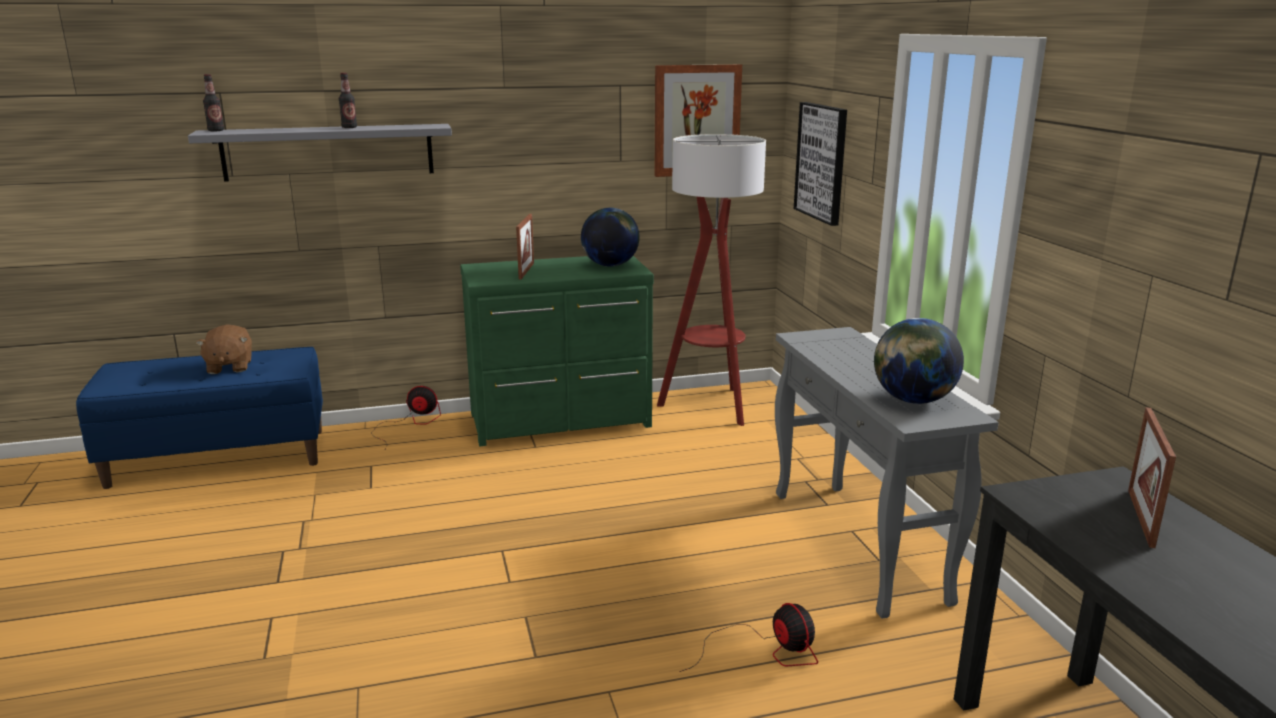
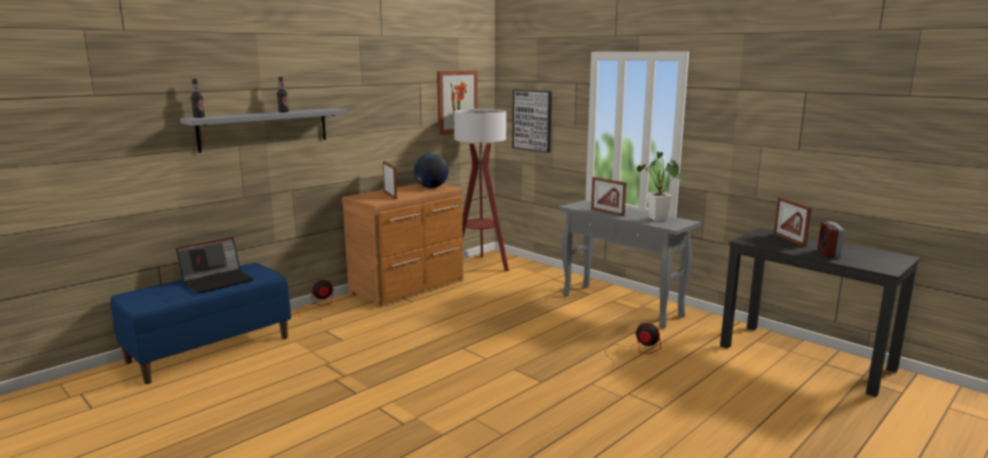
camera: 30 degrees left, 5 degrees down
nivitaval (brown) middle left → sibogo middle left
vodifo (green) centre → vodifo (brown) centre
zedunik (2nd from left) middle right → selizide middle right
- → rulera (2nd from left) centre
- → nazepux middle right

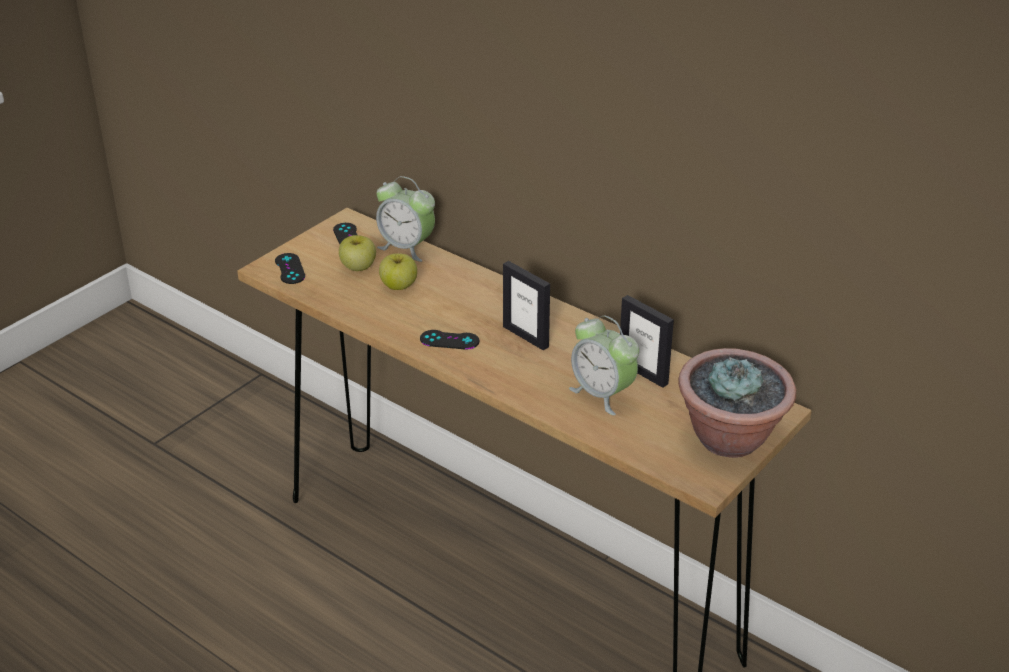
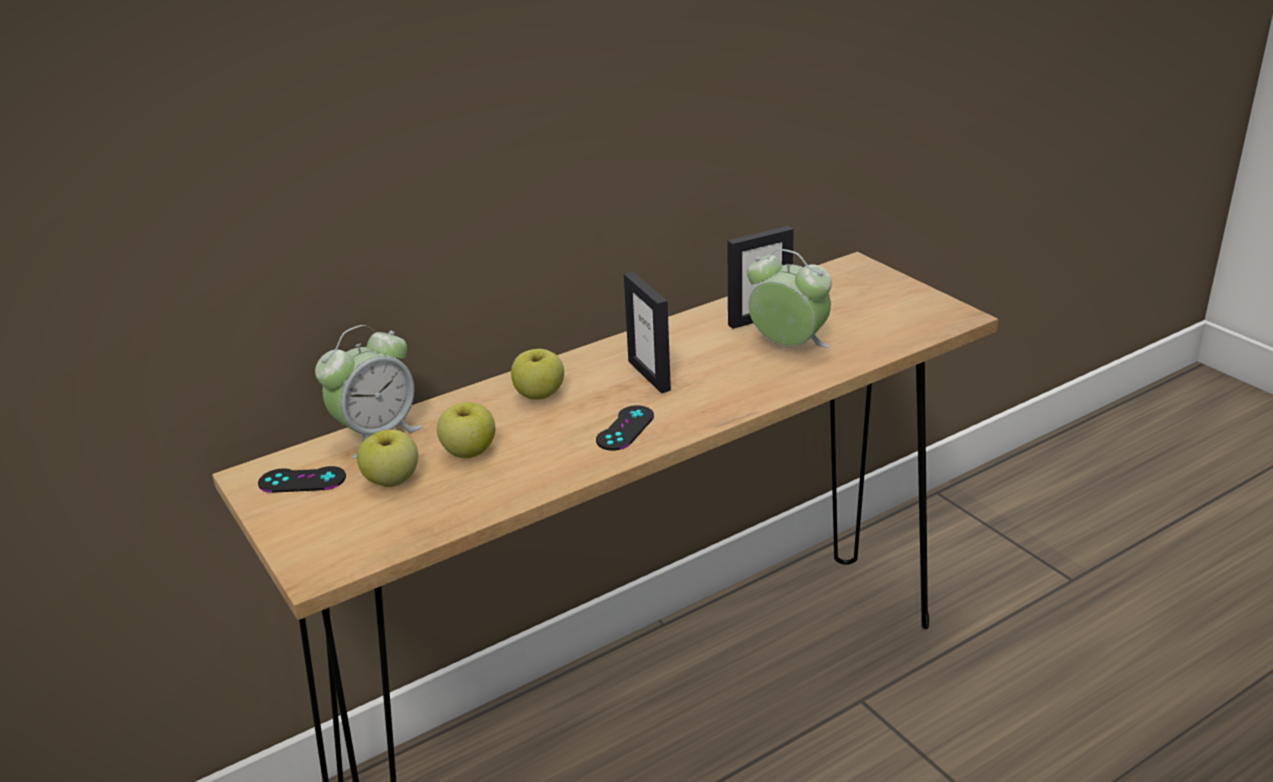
camera: 70 degrees left, 5 degrees down
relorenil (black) (1st from left) middle left → -
rulera (1st from left) centre, 90 degrees clockwise
nazepux (2nd from left) centre, 120 degrees counterclockwise
selizide middle right → -
- → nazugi (3rd from left) centre

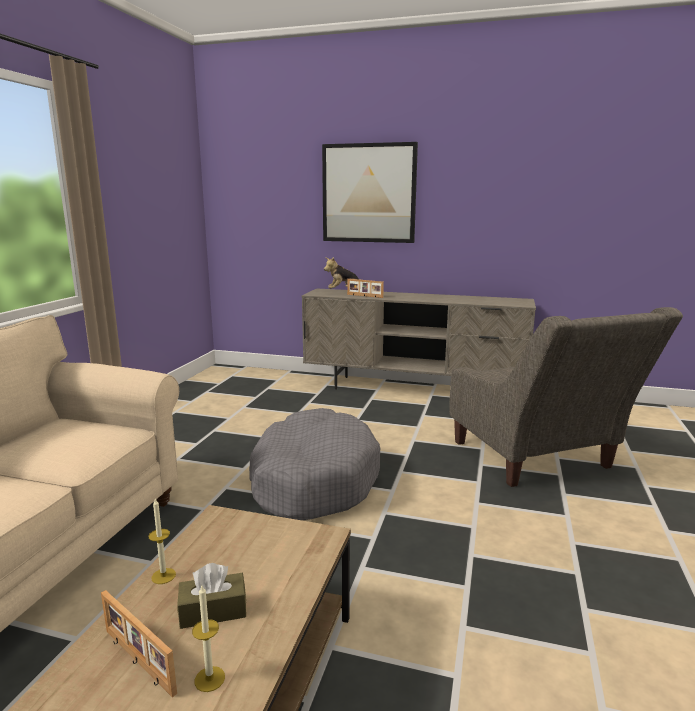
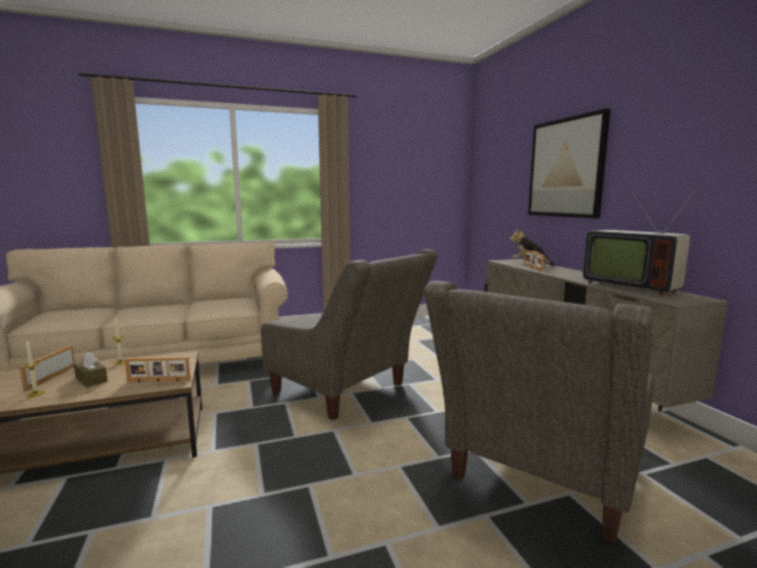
camera: 55 degrees right, 5 degrees down
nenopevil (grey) centre → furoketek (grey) (1st from left) centre
- → rulera (2nd from left) middle left
- → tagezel middle right

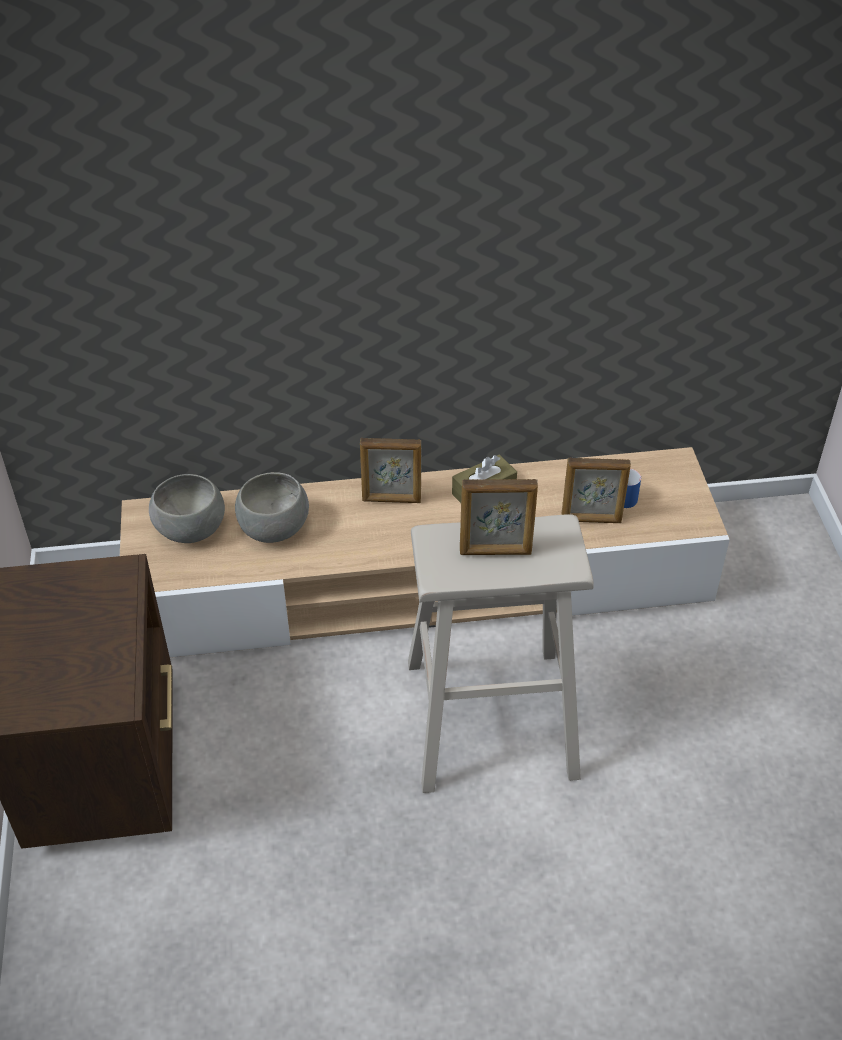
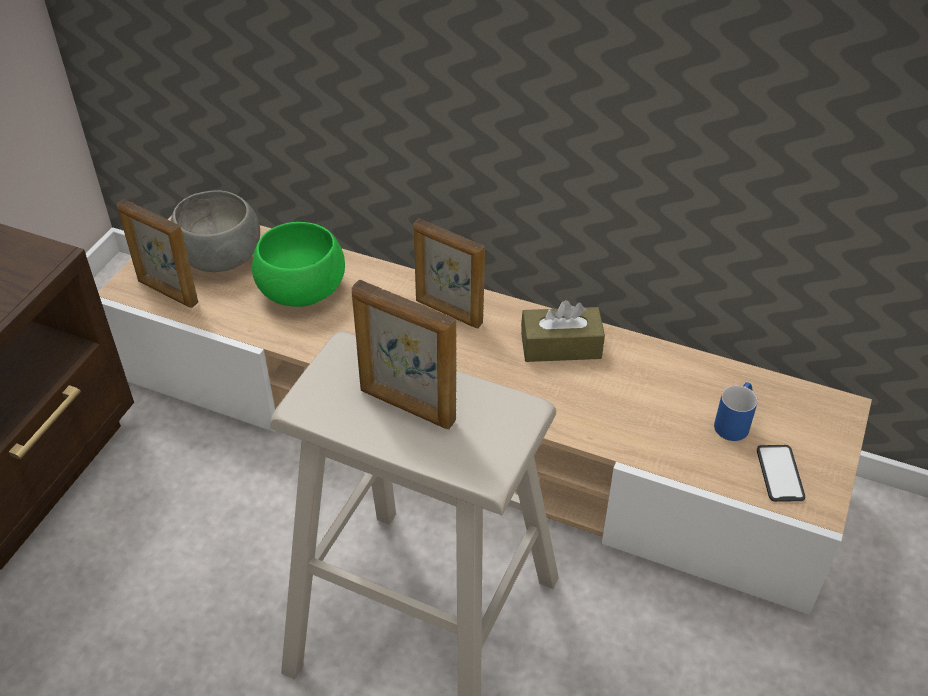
camera: 30 degrees right, 0 degrees up
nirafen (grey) (2nd from left) middle left → nirafen (green) middle left
rulera (3rd from left in the first image) middle right → rulera (1st from left) middle left, moved
- → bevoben bottom right

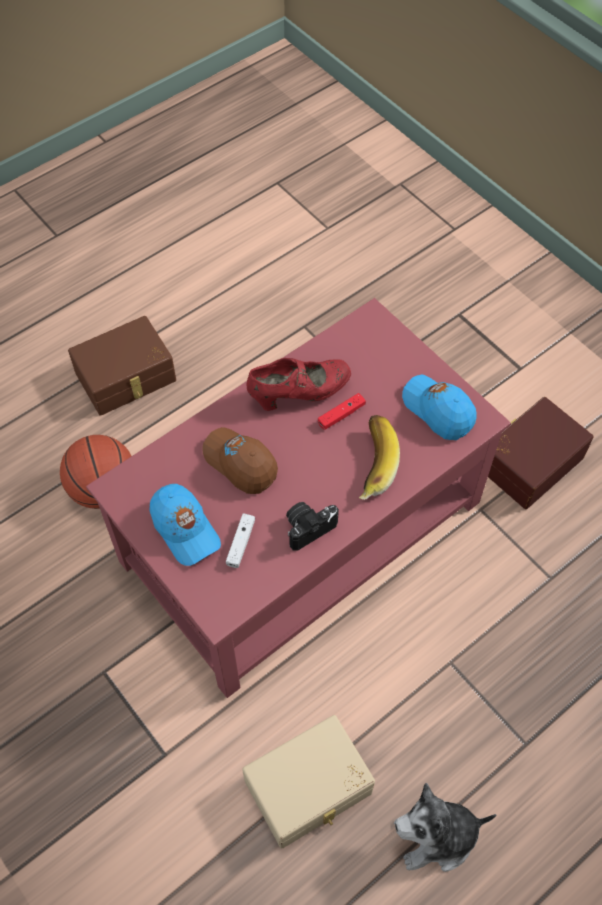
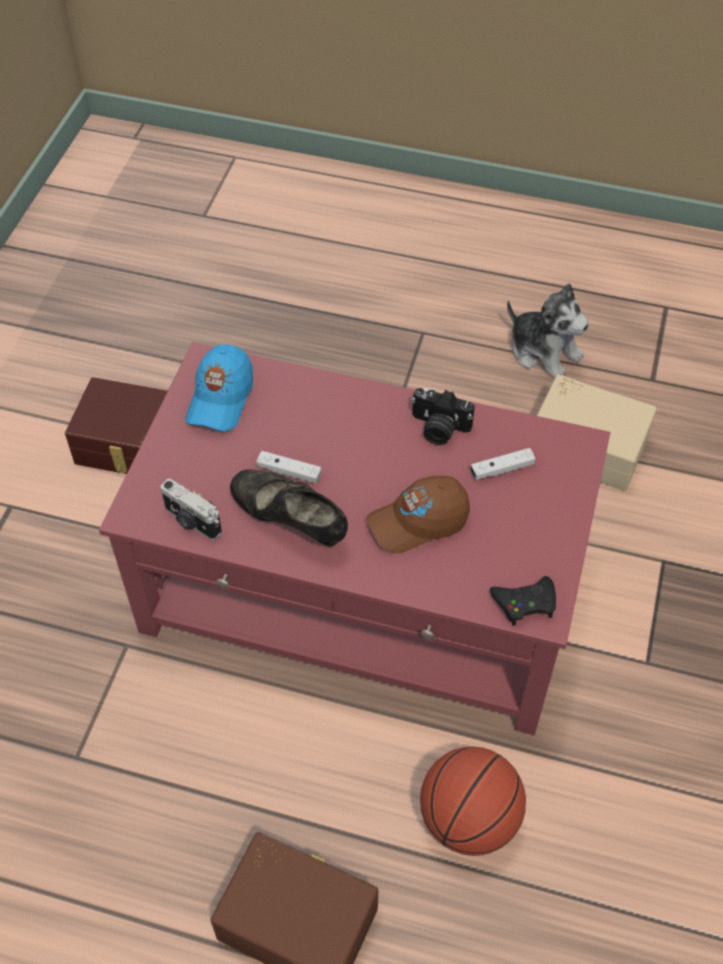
camera: 125 degrees left, 5 degrees down
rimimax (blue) (1st from left) middle left → -
rimimax (brown) centre, 60 degrees clockwise
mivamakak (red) centre → mivamakak (black) centre
relorenil (red) centre → relorenil (white) (1st from left) centre
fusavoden centre → -
- → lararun (1st from left) middle left
- → relorenil (black) middle right

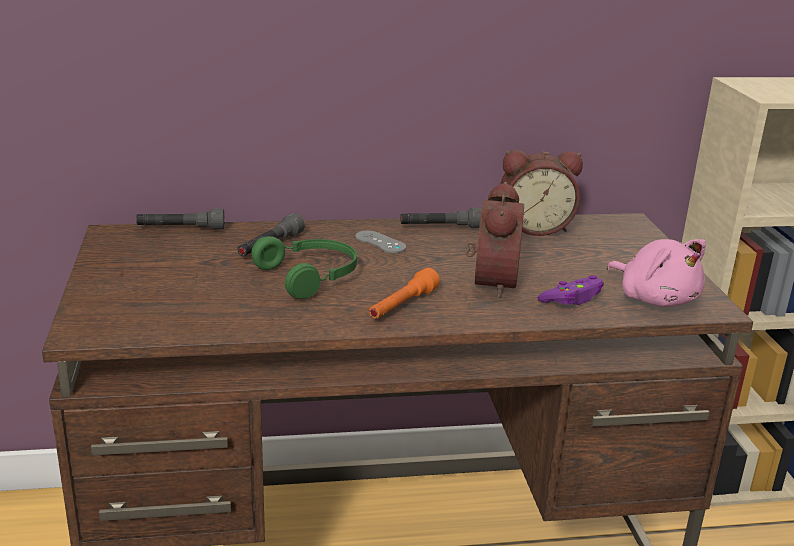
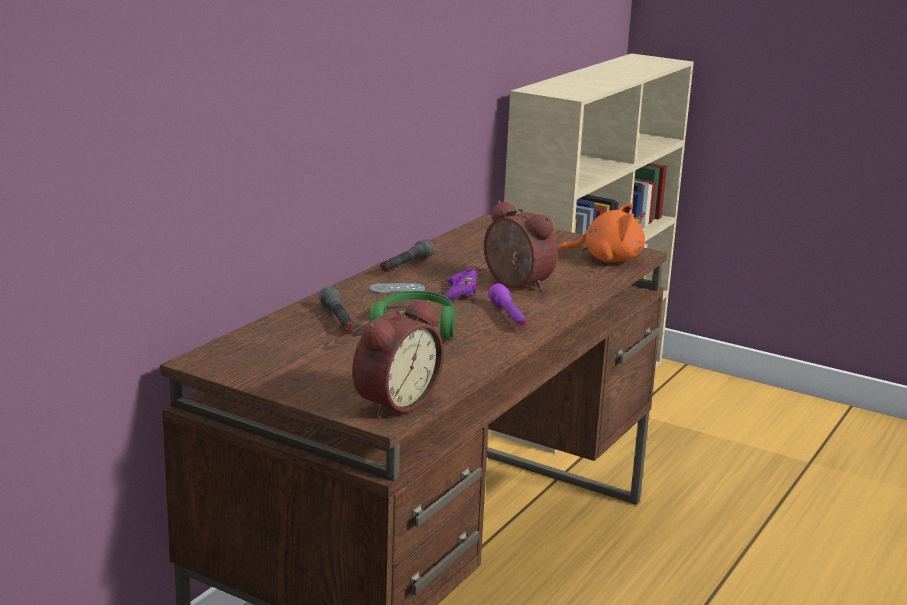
camera: 50 degrees left, 5 degrees down
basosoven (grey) (1st from left) middle left → -
basosoven (orange) centre → basosoven (purple) centre
nazepux (2nd from left in the first image) middle right → nazepux (1st from left) centre, moved
relorenil (purple) middle right → relorenil (purple) centre, moved
nivitaval (pink) middle right → nivitaval (orange) centre

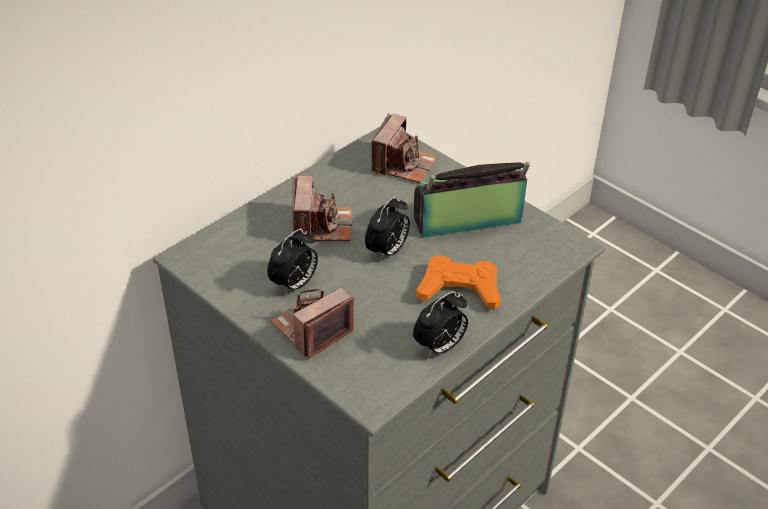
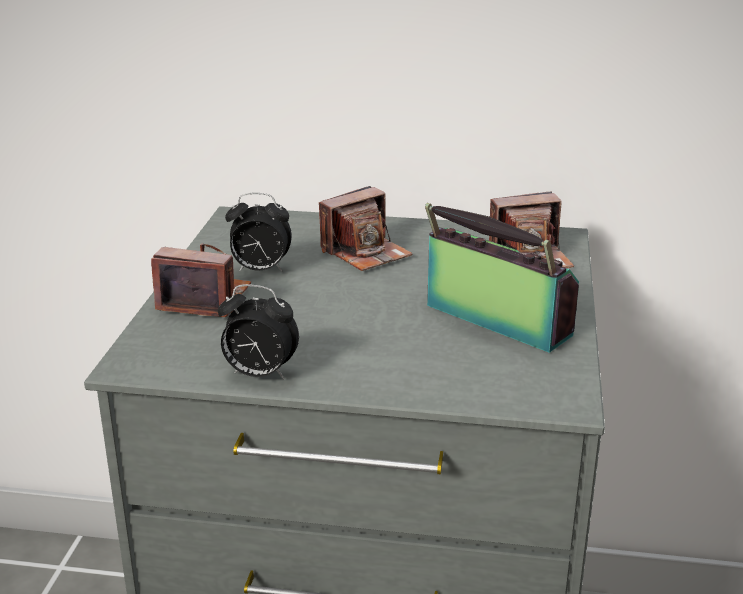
camera: 55 degrees right, 15 degrees down
nazepux (2nd from left) centre → -
relorenil (orange) centre → -

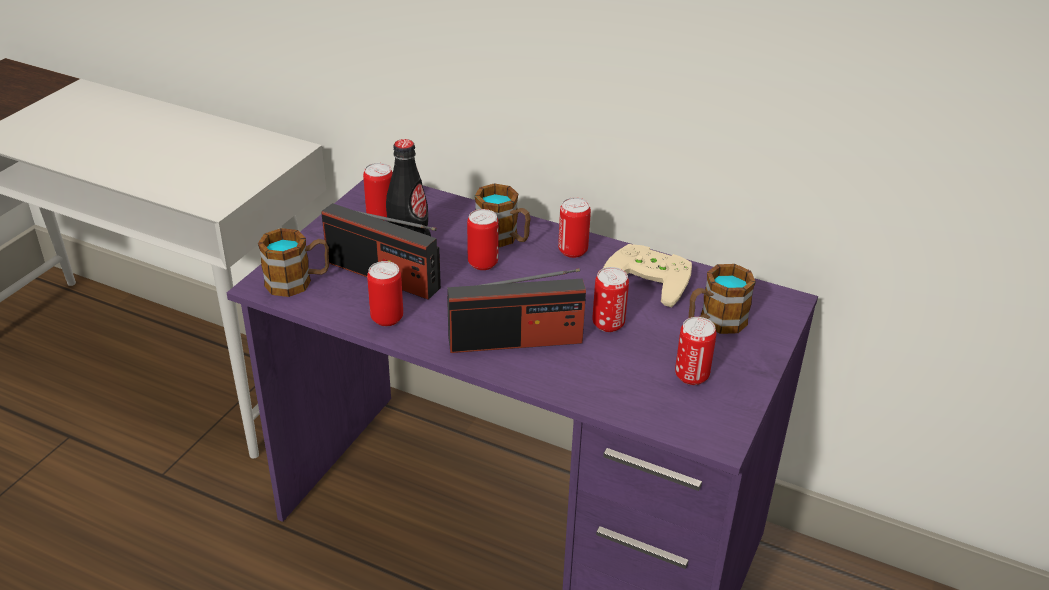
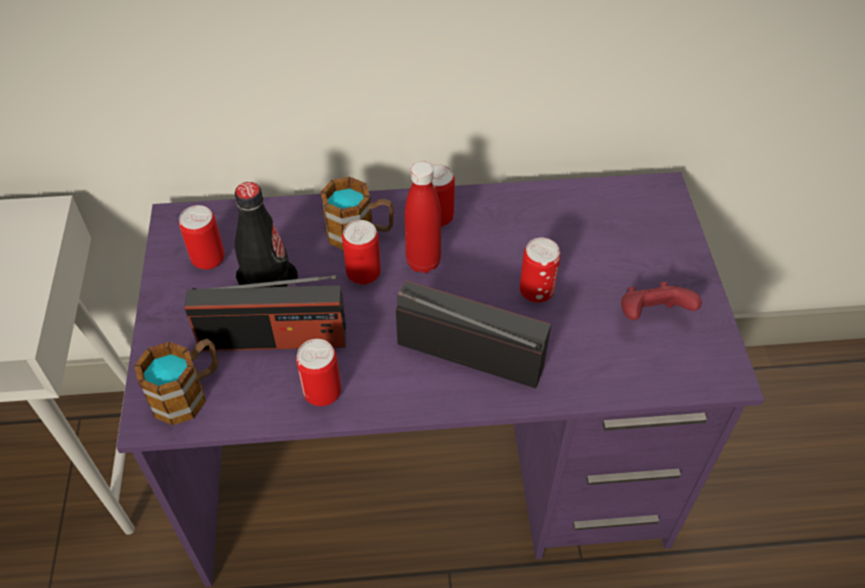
camera: 30 degrees left, 15 degrees up
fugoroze (2nd from left) centre, 120 degrees counterclockwise
relorenil (beige) centre → -
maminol (6th from left) centre → relorenil (red) middle right
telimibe (3rd from left) middle right → -
- → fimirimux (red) centre

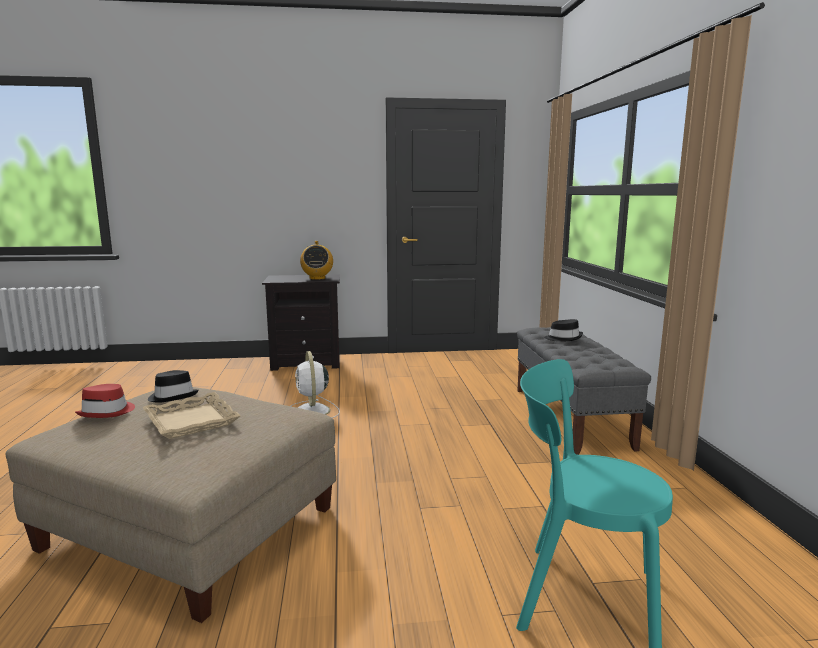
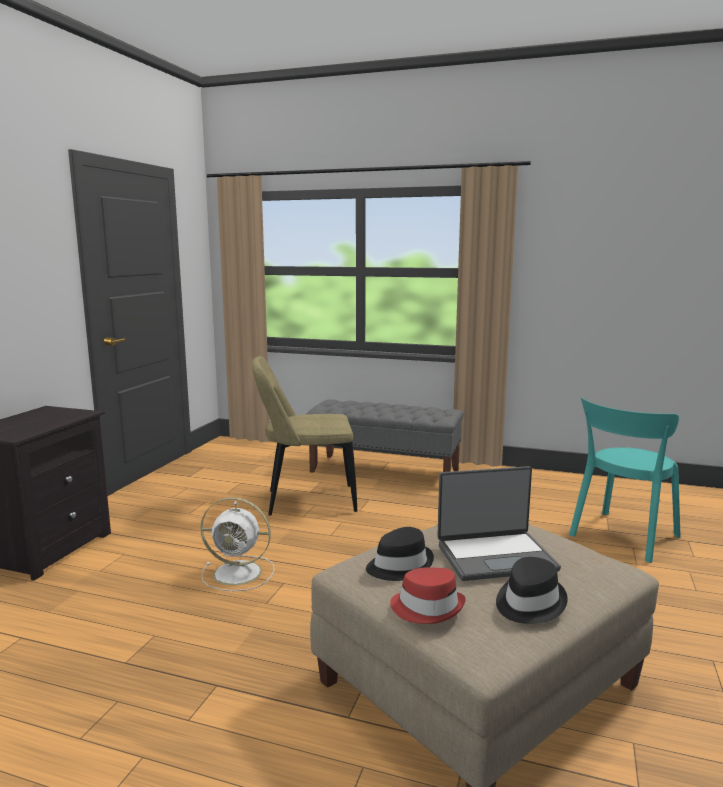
camera: 65 degrees left, 0 degrees up
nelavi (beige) middle left → sibogo middle right
fugoroze centre → -
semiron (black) (2nd from left) middle right → semiron (black) (2nd from left) bottom right, moved
- → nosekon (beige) centre

